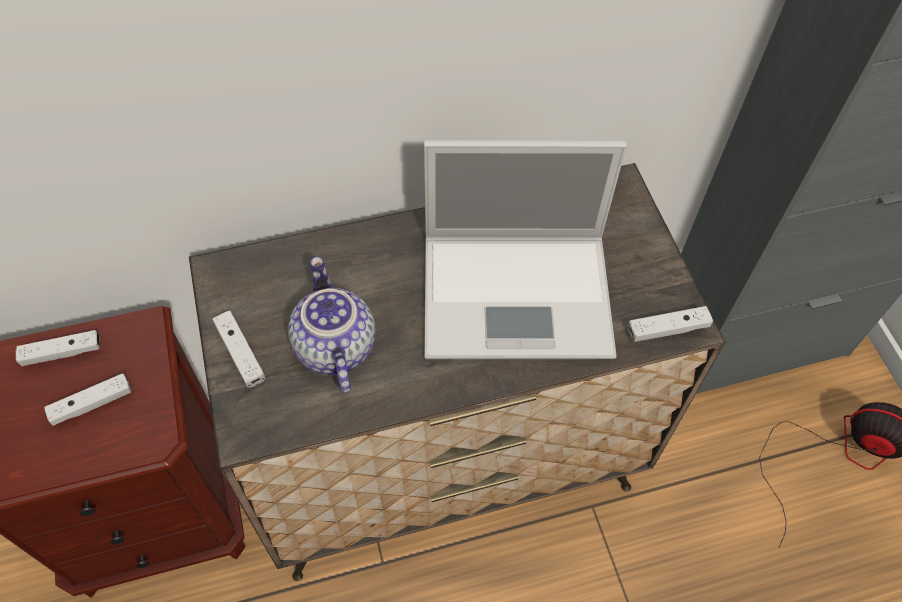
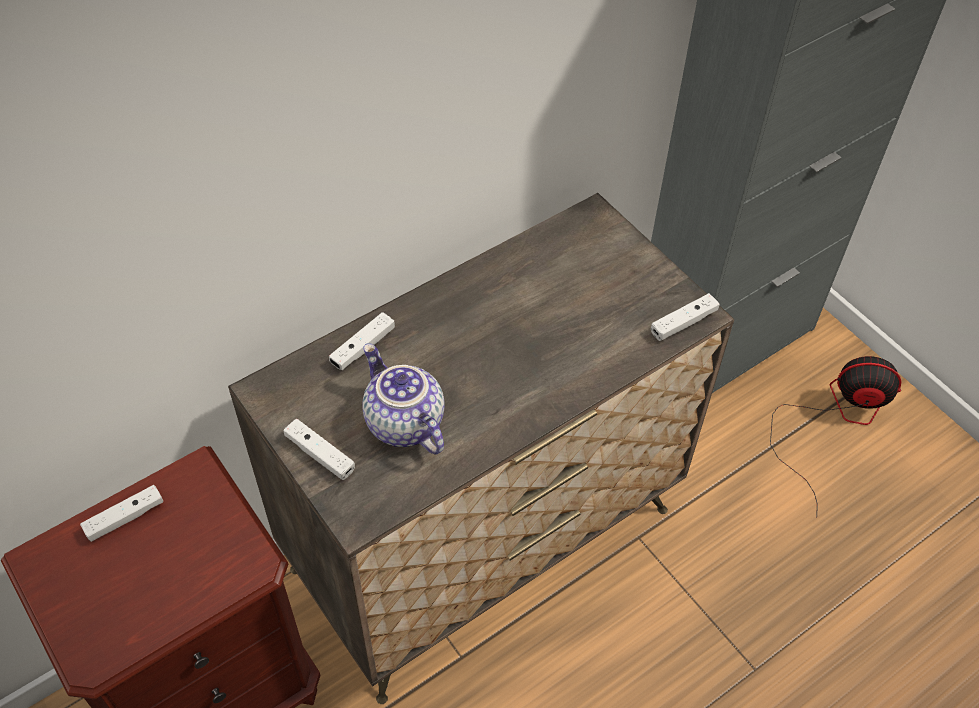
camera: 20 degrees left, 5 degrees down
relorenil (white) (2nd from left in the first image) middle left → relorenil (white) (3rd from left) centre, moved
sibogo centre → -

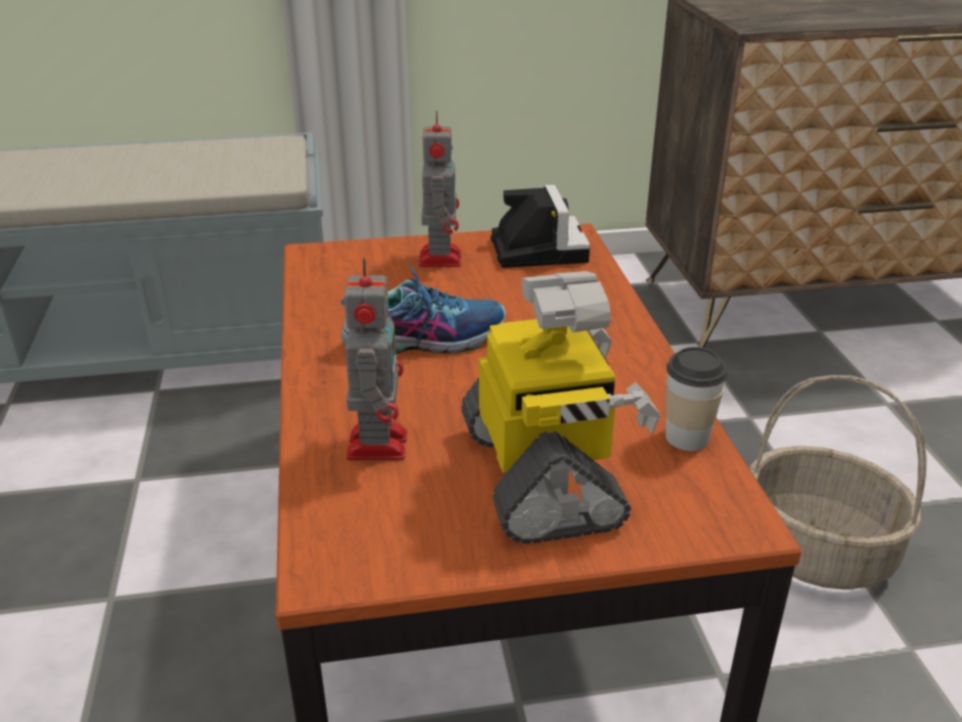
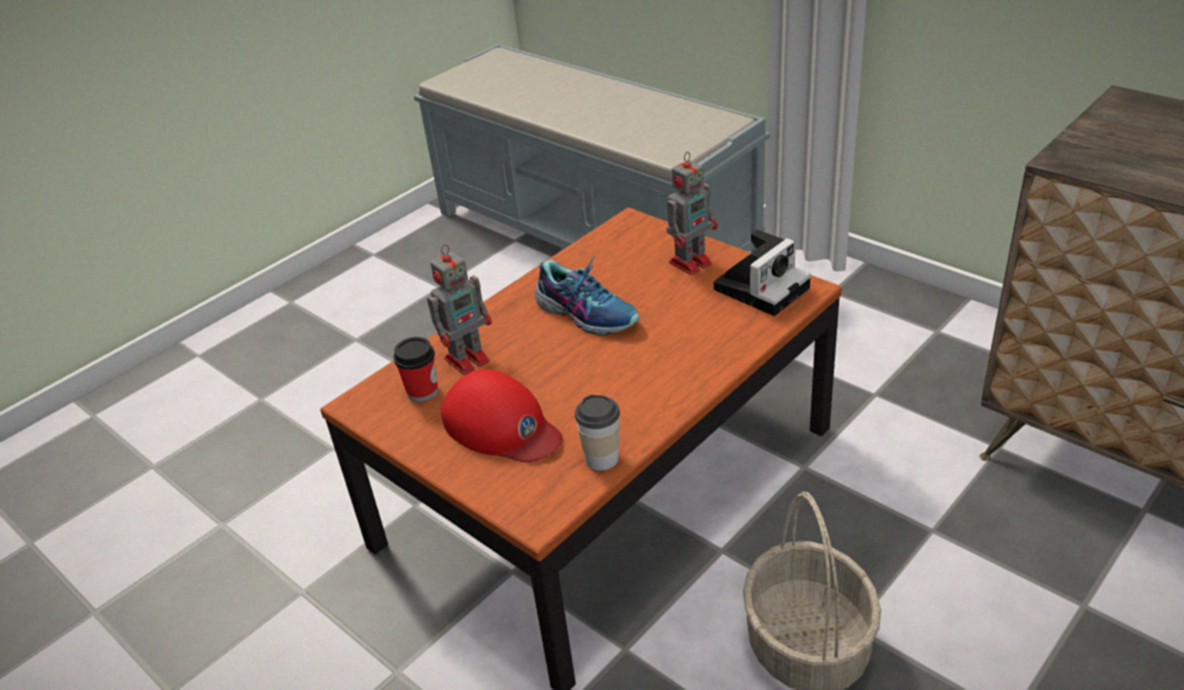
camera: 55 degrees right, 5 degrees up
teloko (3rd from left) centre → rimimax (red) centre
- → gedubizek (1st from left) centre

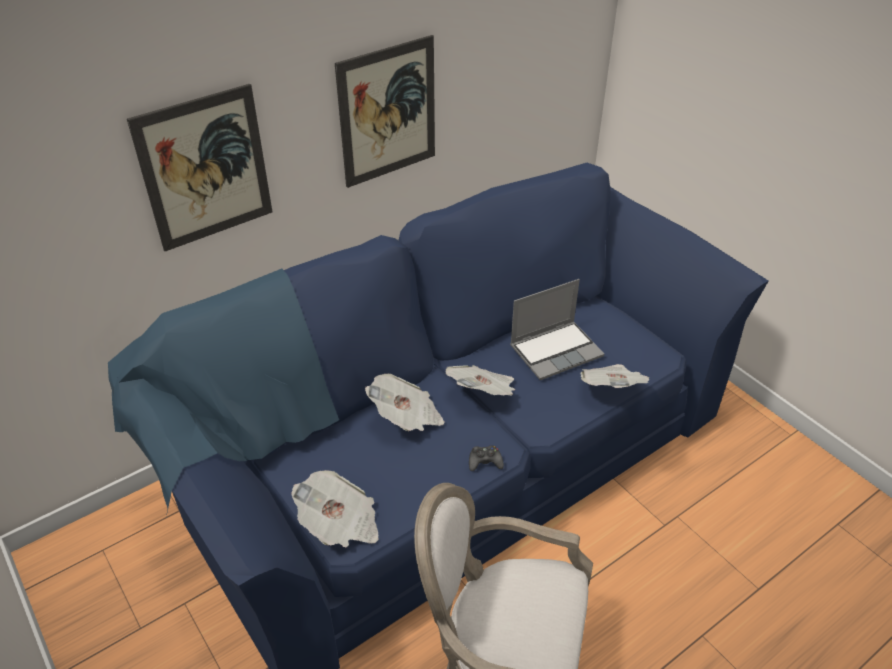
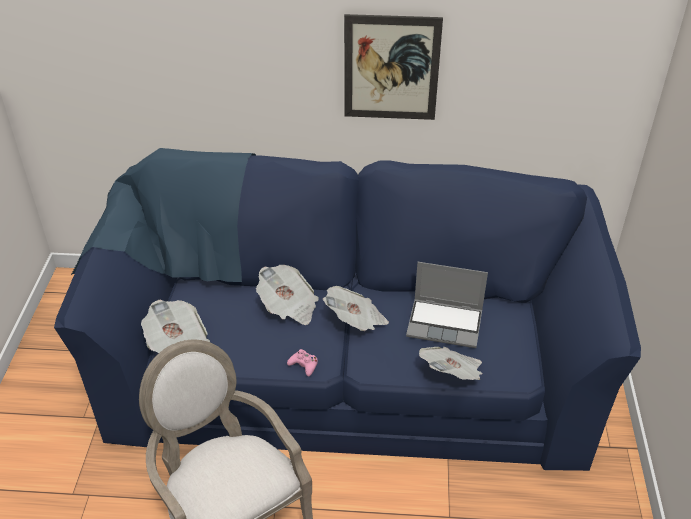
camera: 40 degrees right, 0 degrees up
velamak (1st from left) top left → -
relorenil (black) bottom centre → relorenil (pink) bottom centre

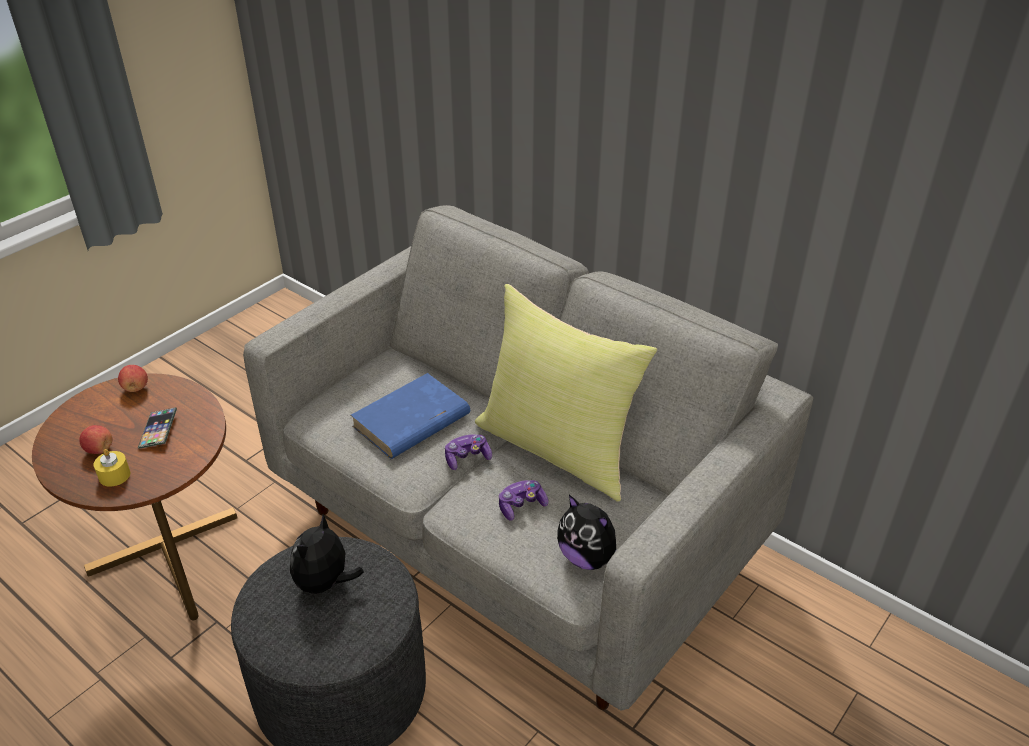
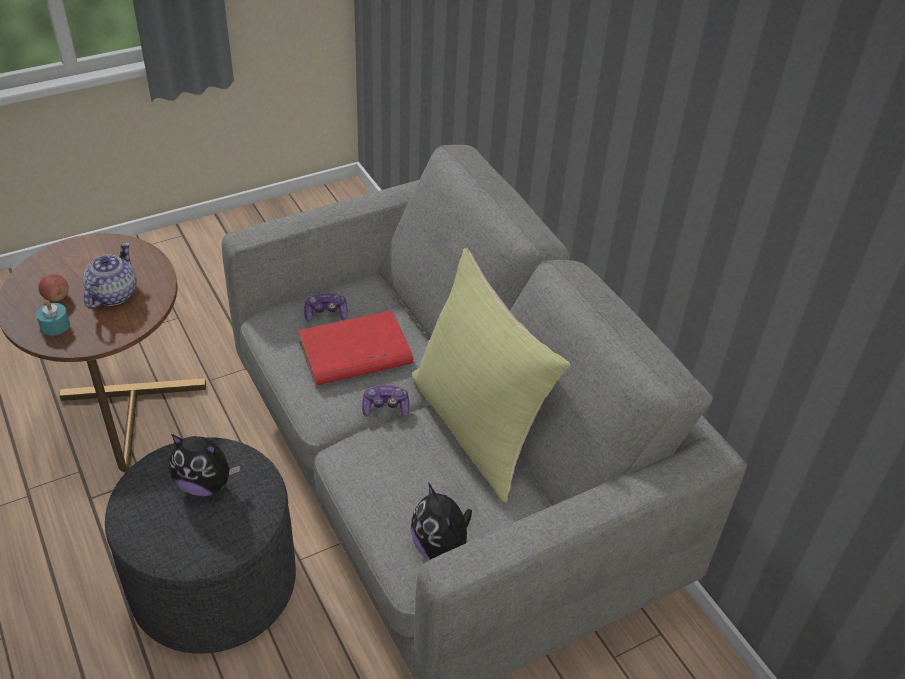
camera: 20 degrees right, 5 degrees up
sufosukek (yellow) middle left → sufosukek (turquoise) middle left
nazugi (2nd from left) middle left → -
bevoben middle left → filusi middle left
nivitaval (1st from left) bottom left, 120 degrees counterclockwise
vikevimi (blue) centre → vikevimi (red) centre
relorenil (2nd from left in the first image) bottom centre → relorenil (1st from left) centre, moved

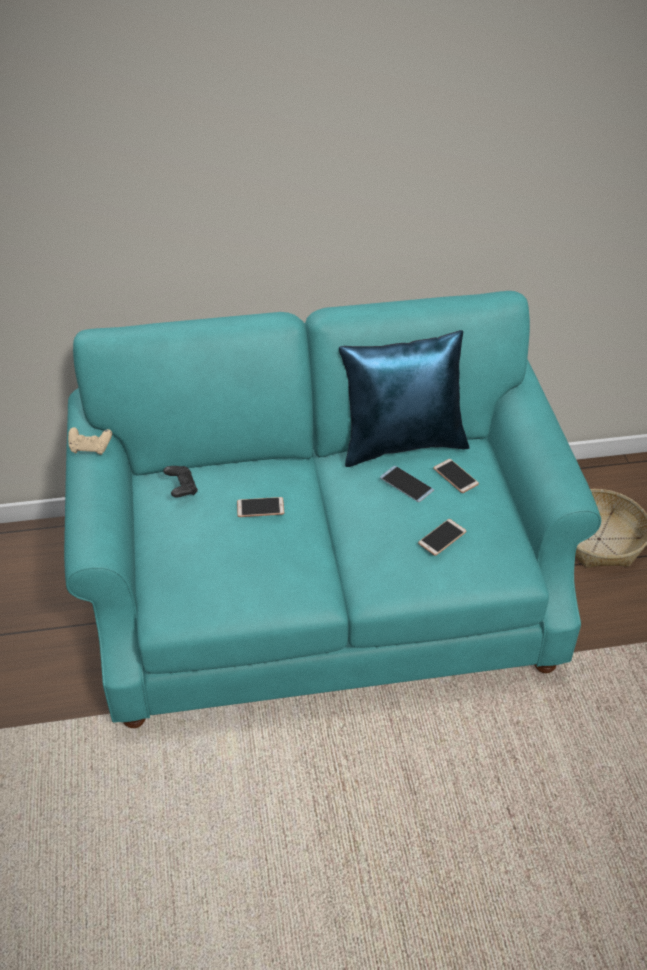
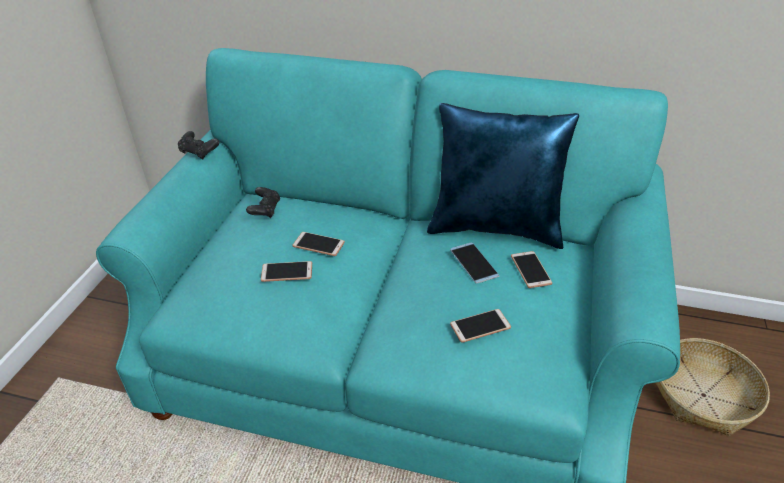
camera: 25 degrees right, 5 degrees down
relorenil (beige) middle left → relorenil (black) (1st from left) top left
- → bevoben (1st from left) centre

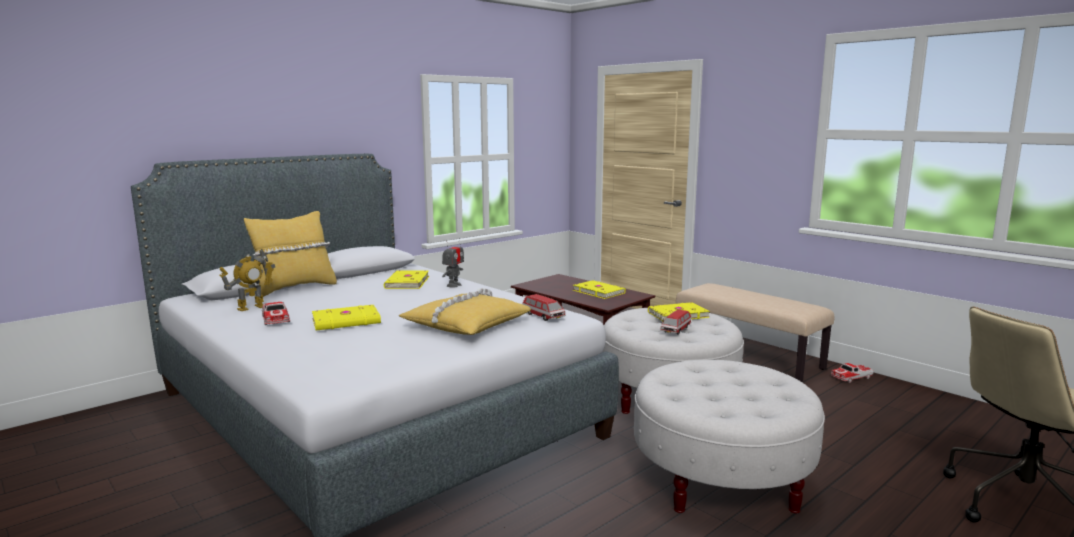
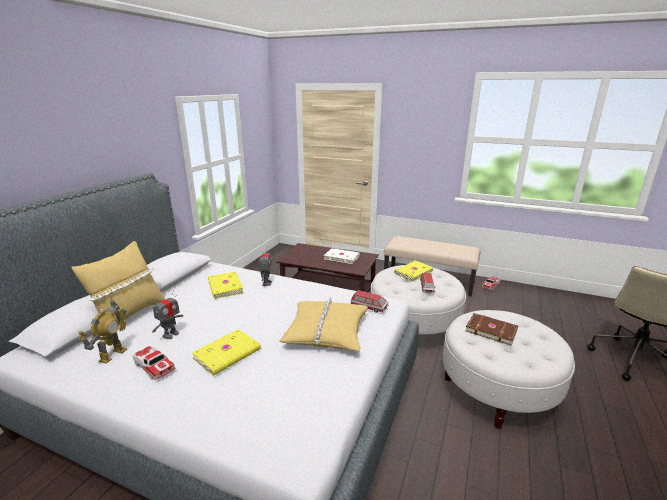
camera: 25 degrees left, 10 degrees up
vikevimi (yellow) (3rd from left) centre → vikevimi (white) centre
- → teloko (2nd from left) middle left
- → vikevimi (brown) middle right

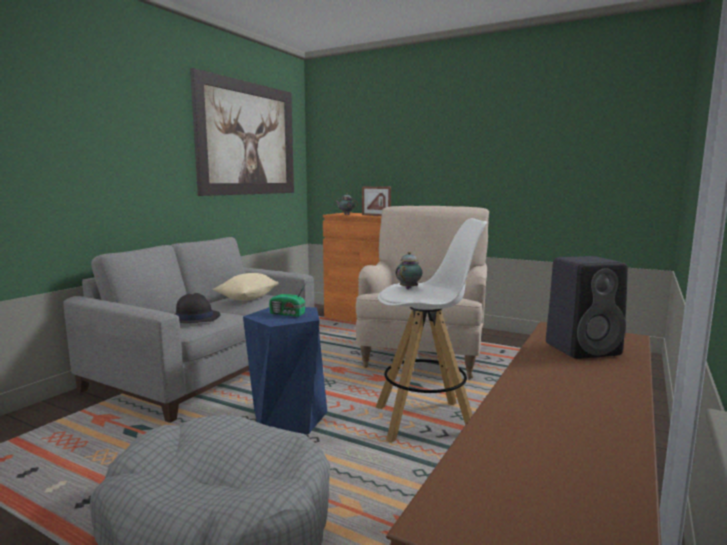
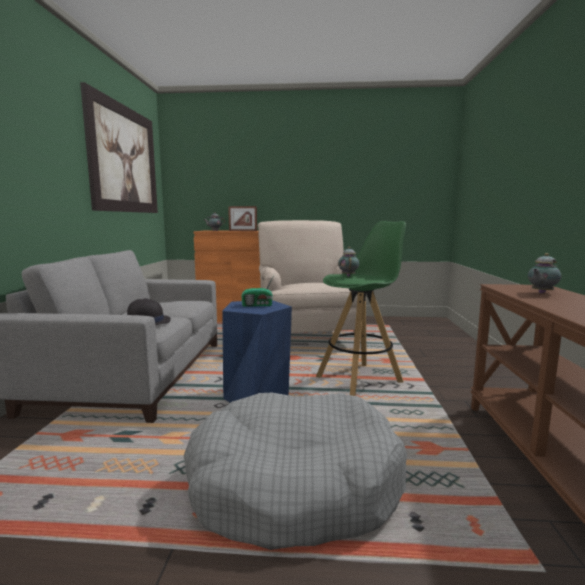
camera: 25 degrees left, 0 degrees up
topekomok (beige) centre → -
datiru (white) centre → datiru (green) centre
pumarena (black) middle right → filusi (3rd from left) middle right

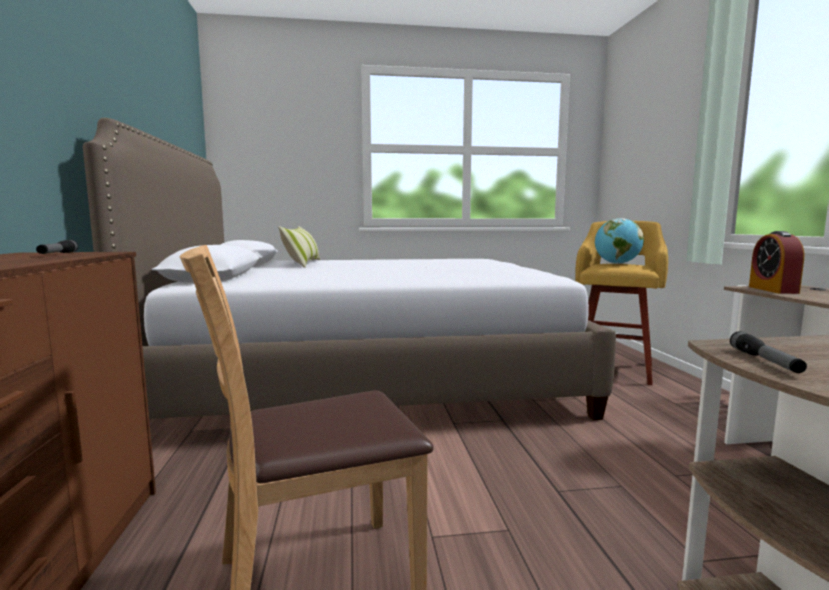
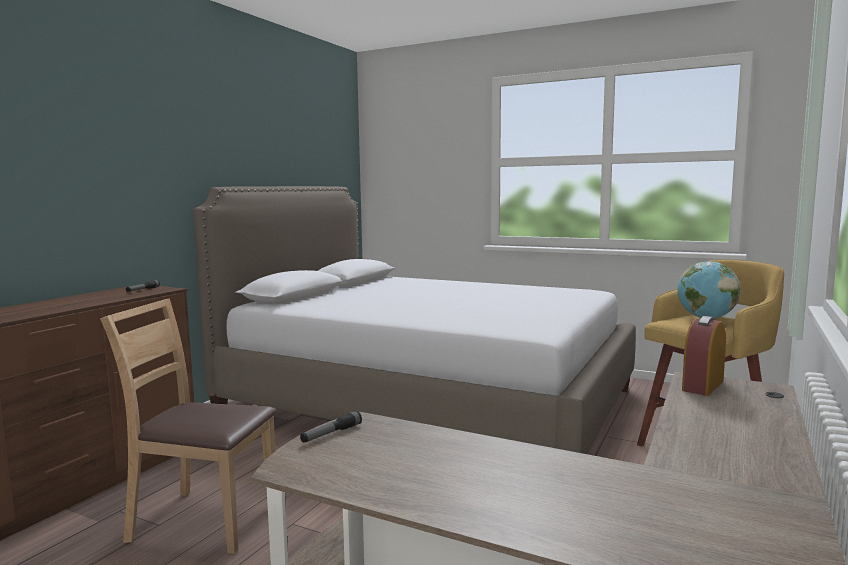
camera: 35 degrees right, 0 degrees up
topekomok centre → -

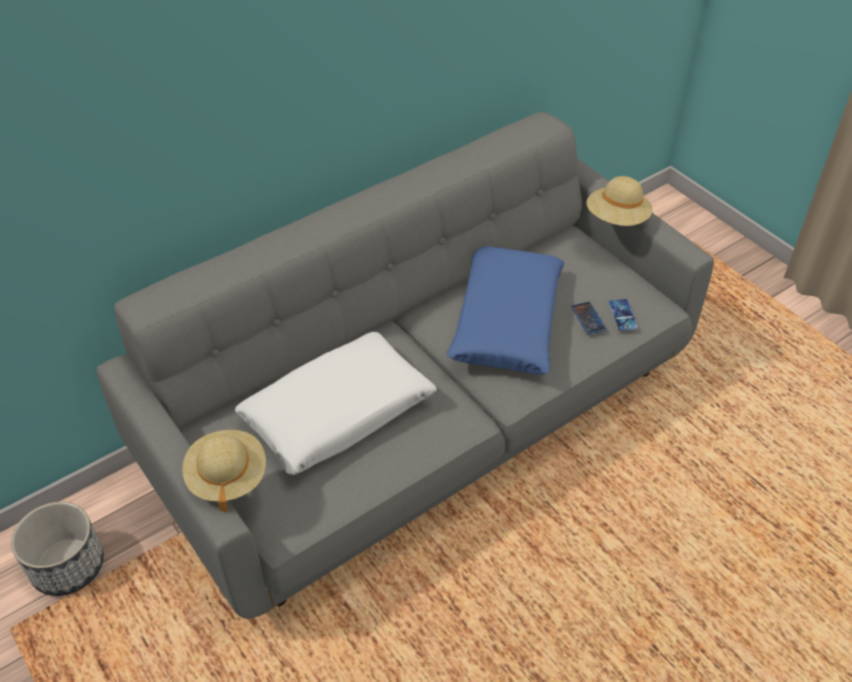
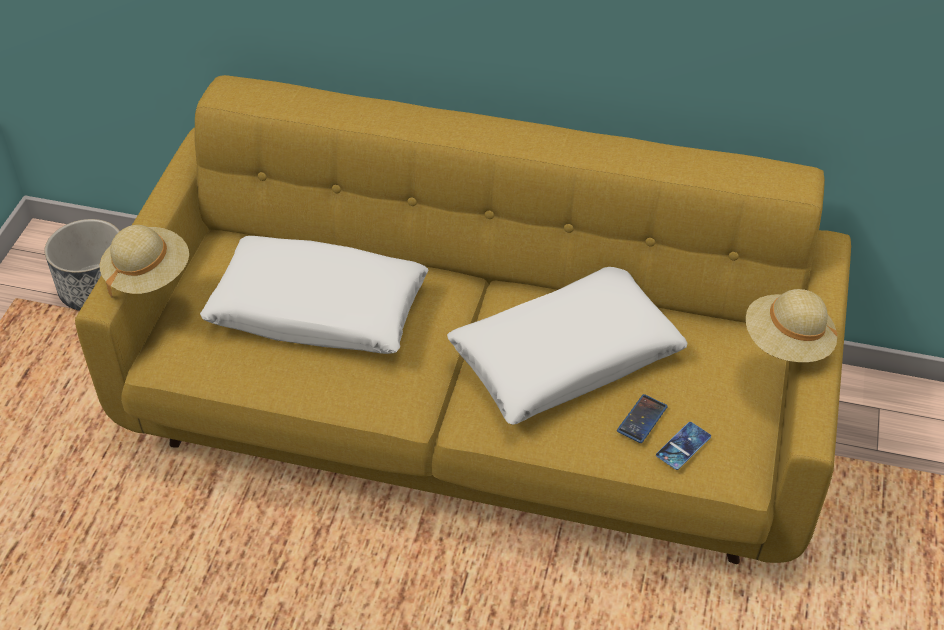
camera: 50 degrees right, 0 degrees up
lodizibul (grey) centre → lodizibul (yellow) centre
topekomok (blue) centre → topekomok (white) (2nd from left) centre

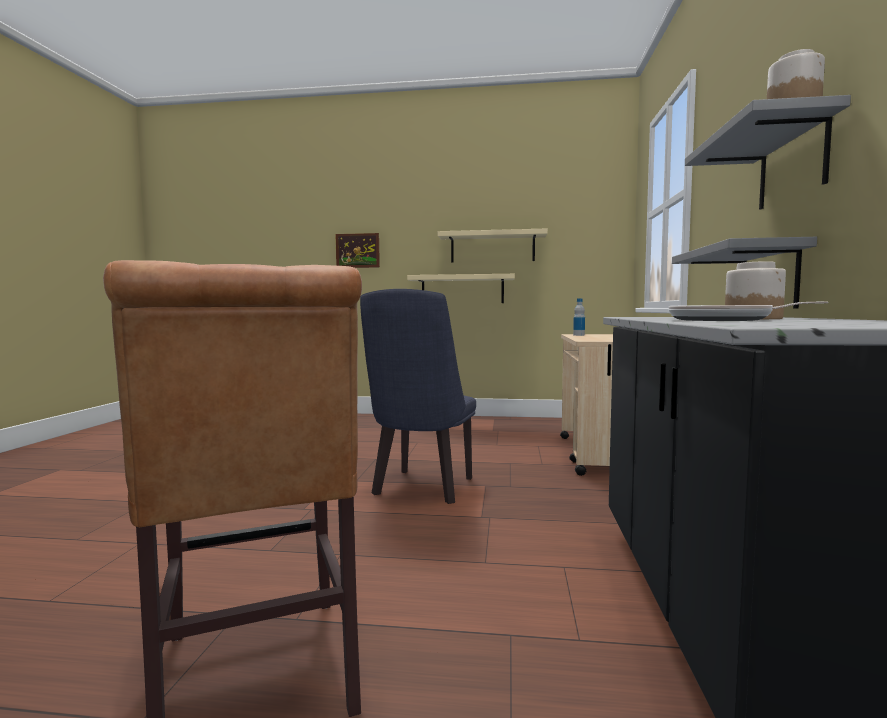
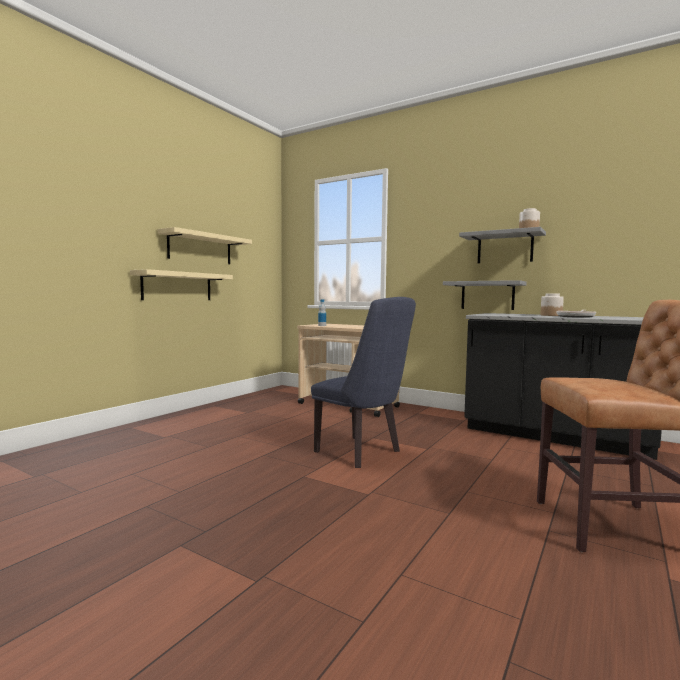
camera: 65 degrees left, 0 degrees up
velamak centre → -

